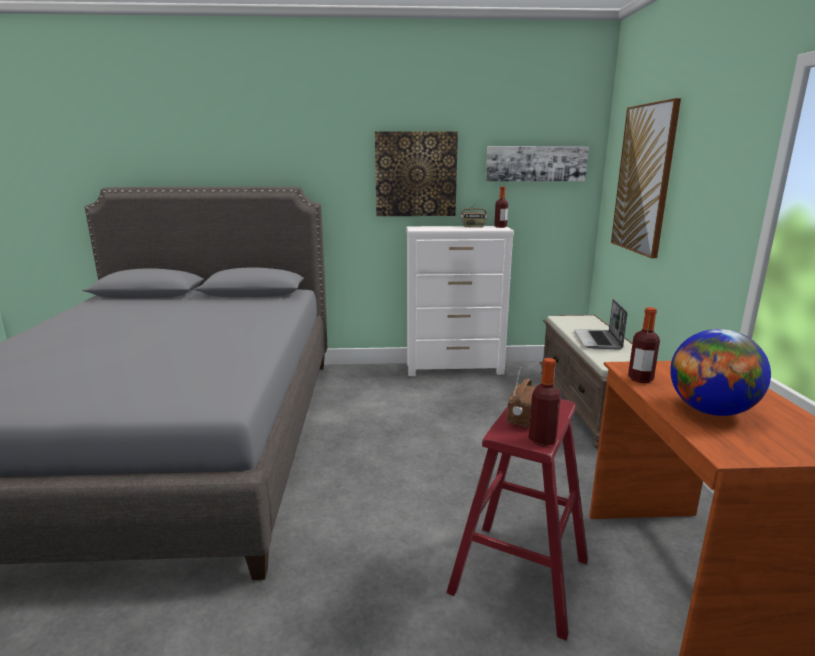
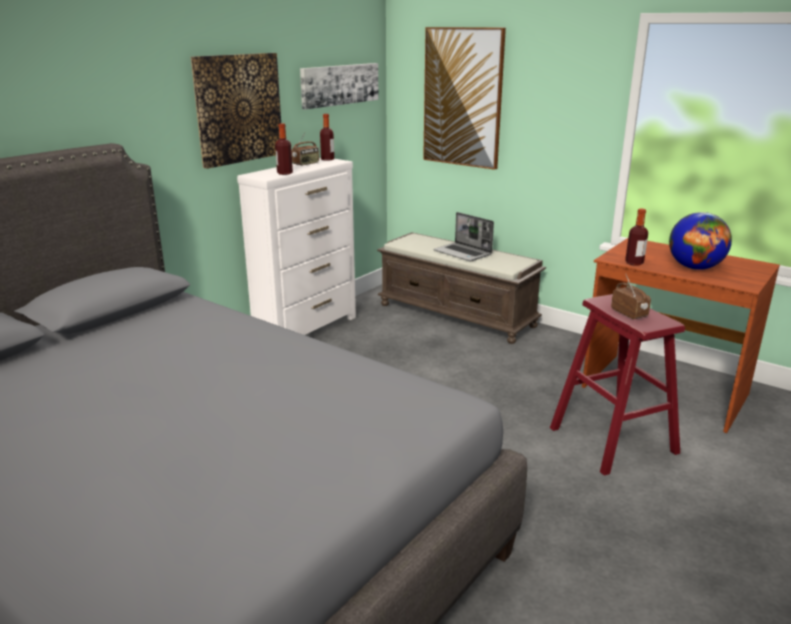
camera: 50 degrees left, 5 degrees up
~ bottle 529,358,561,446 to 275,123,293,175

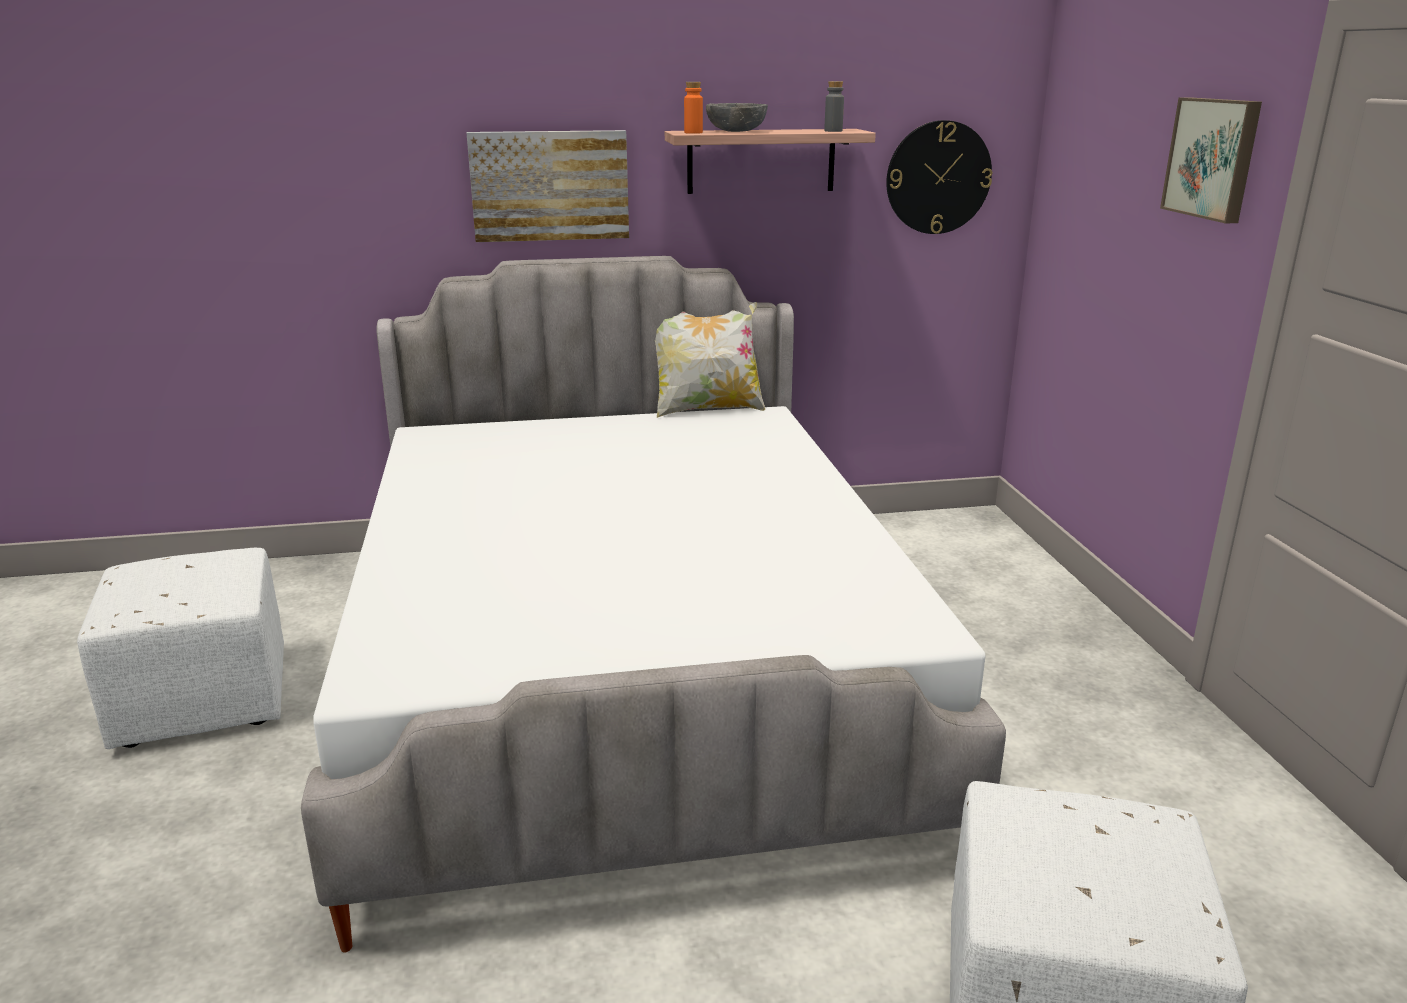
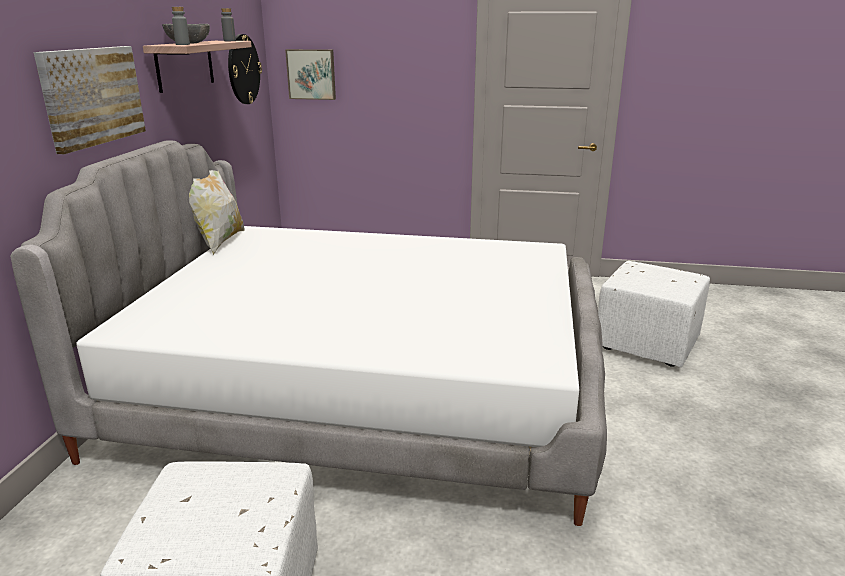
camera: 70 degrees left, 0 degrees up
~ picture 1160,97,1262,224 to 285,49,336,100
~ orange bottle 684,82,703,134 to grey bottle 172,7,190,45

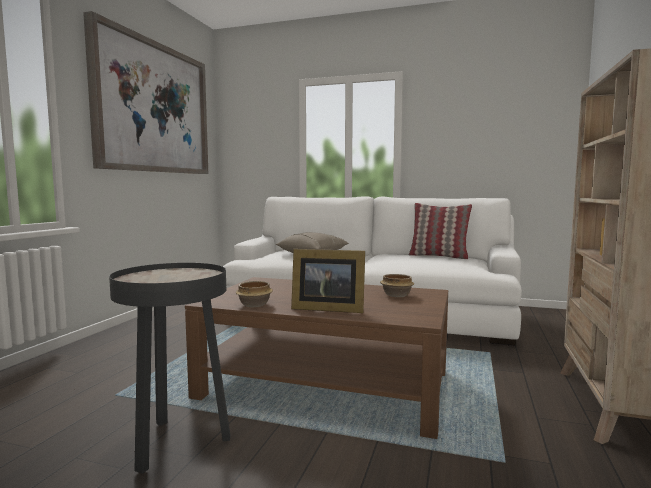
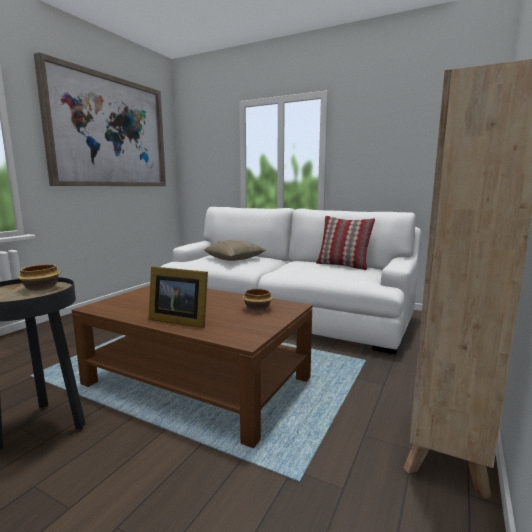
camera: 10 degrees right, 5 degrees up
~ bowl 236,281,273,307 to 17,264,61,291

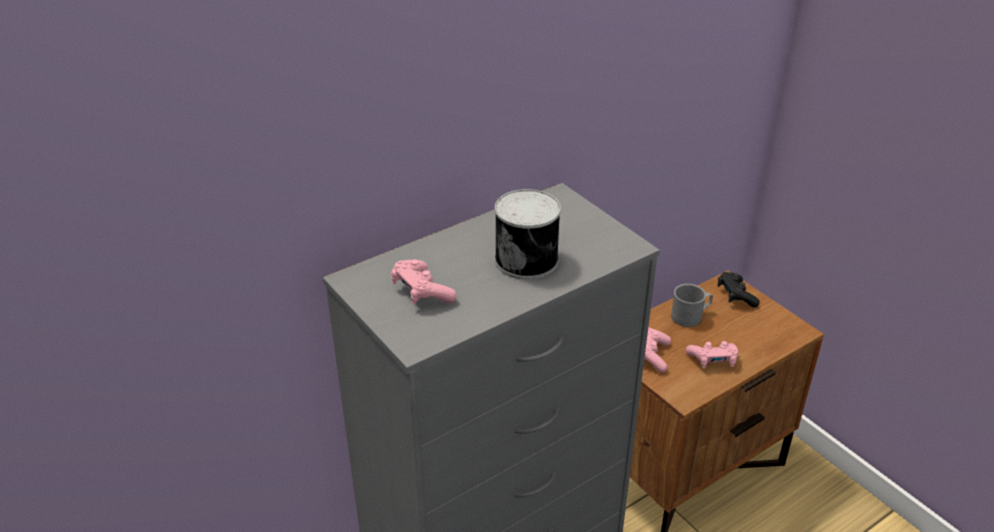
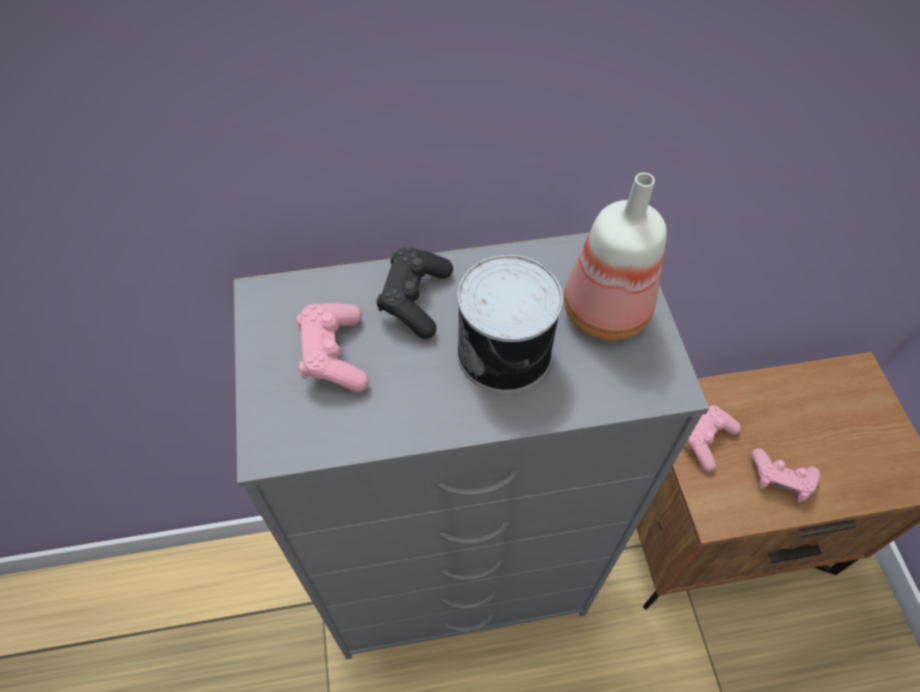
camera: 25 degrees right, 20 degrees up
- grey mug 671,284,713,327
+ bottle 564,172,667,341
~ black game controller 717,272,760,308 to 376,247,453,339

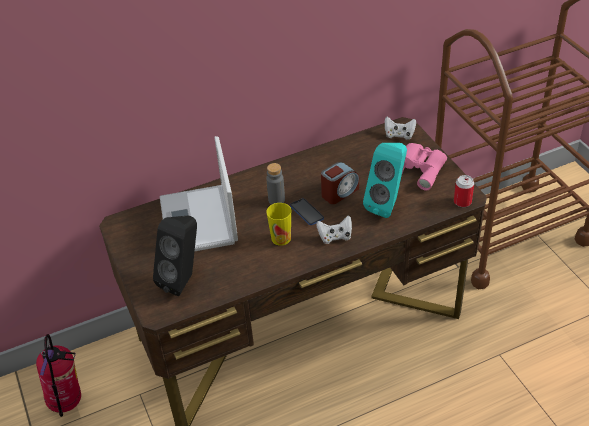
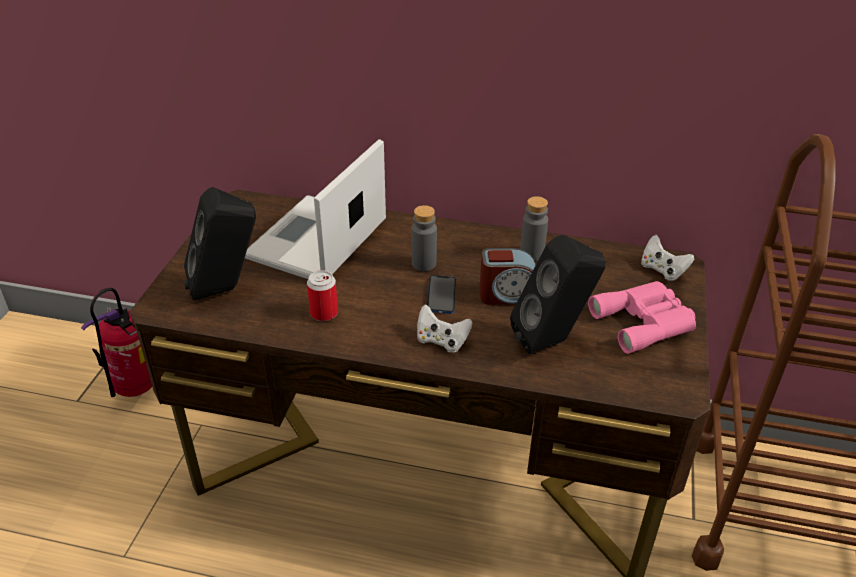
camera: 35 degrees right, 5 degrees down
- cup 266,203,292,246
+ grey bottle 520,196,548,261
~ can 454,175,474,207 to 307,270,338,321
~ turquoise speaker 363,143,407,218 to black speaker 510,235,606,354

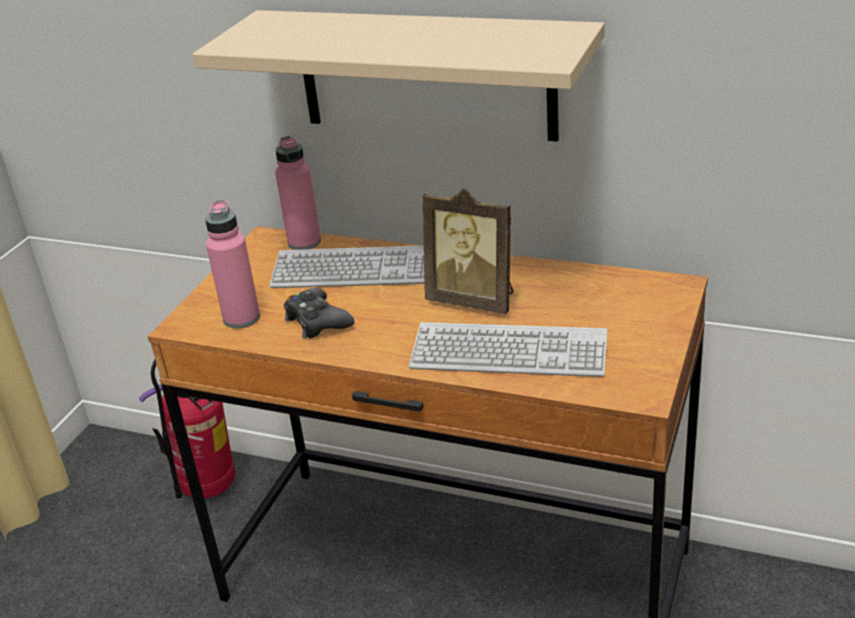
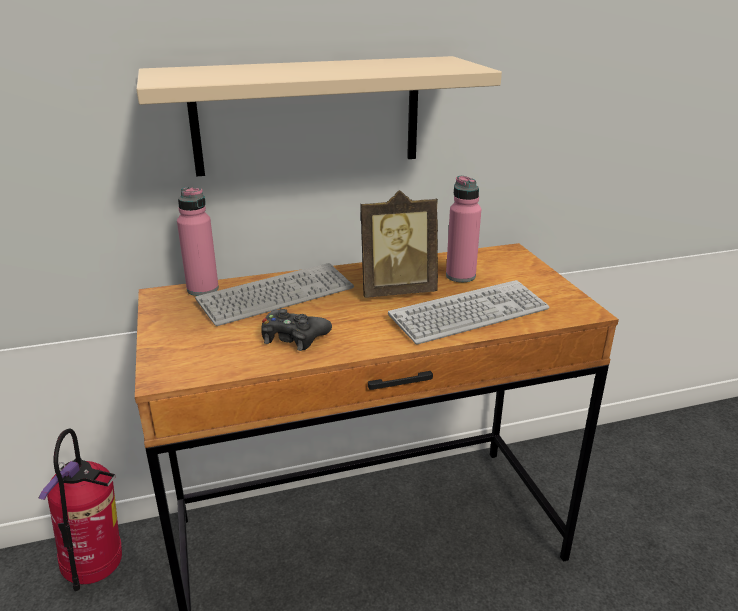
camera: 40 degrees left, 5 degrees down
~ pink bottle 205,200,260,328 to 446,176,481,282

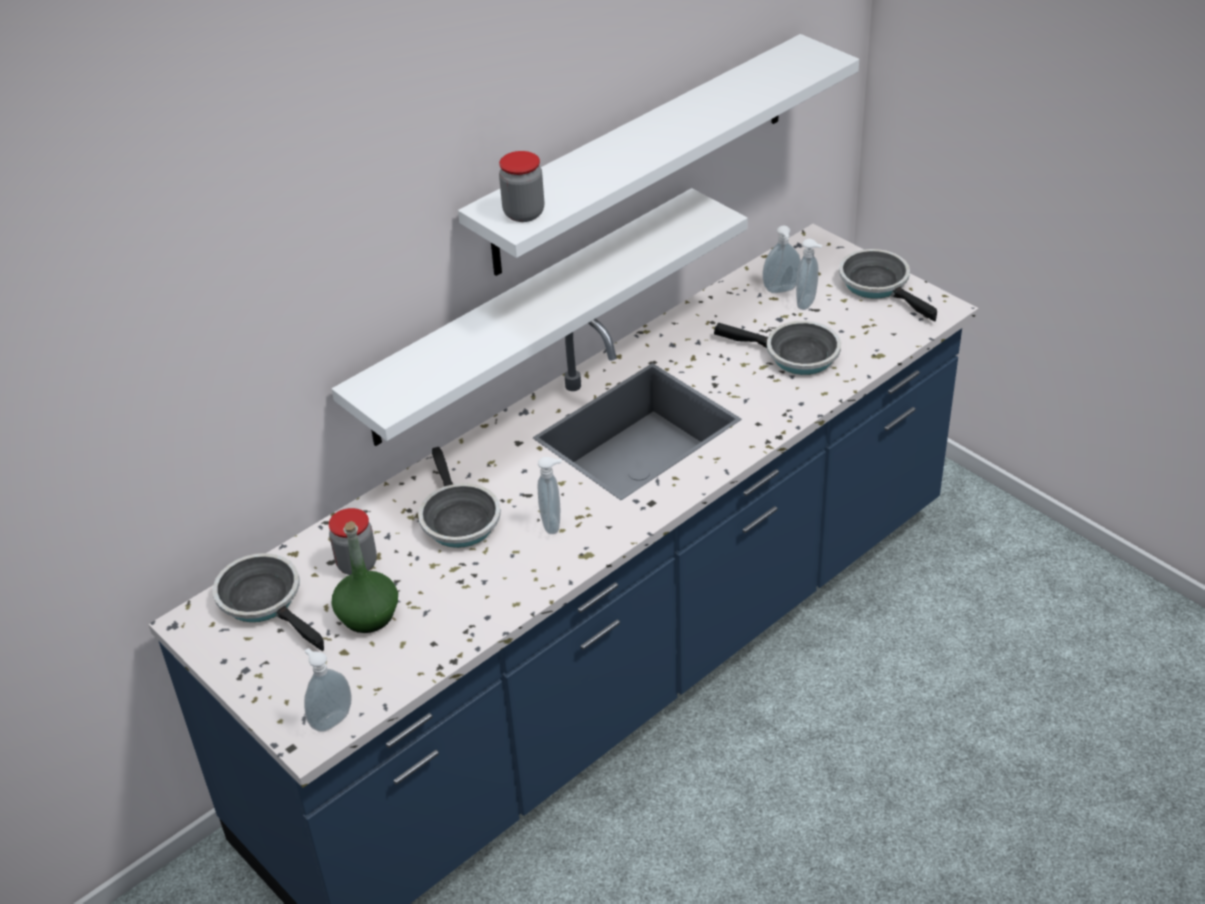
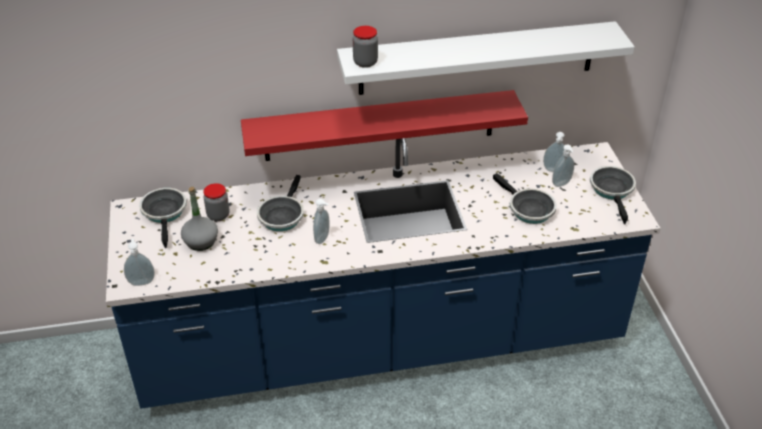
camera: 30 degrees right, 0 degrees up
~ green bottle 331,521,398,633 to grey bottle 181,187,218,251
~ white shelf 332,188,748,446 to red shelf 241,90,528,161

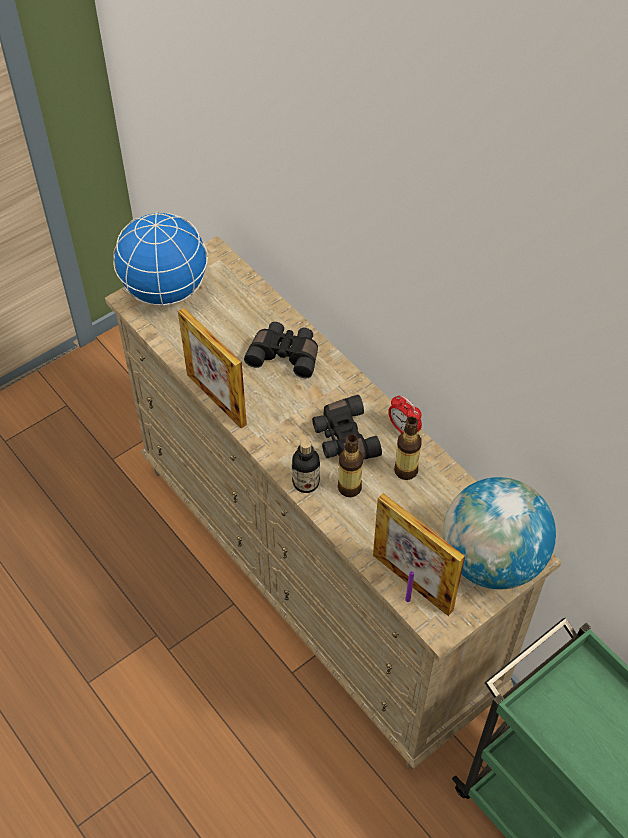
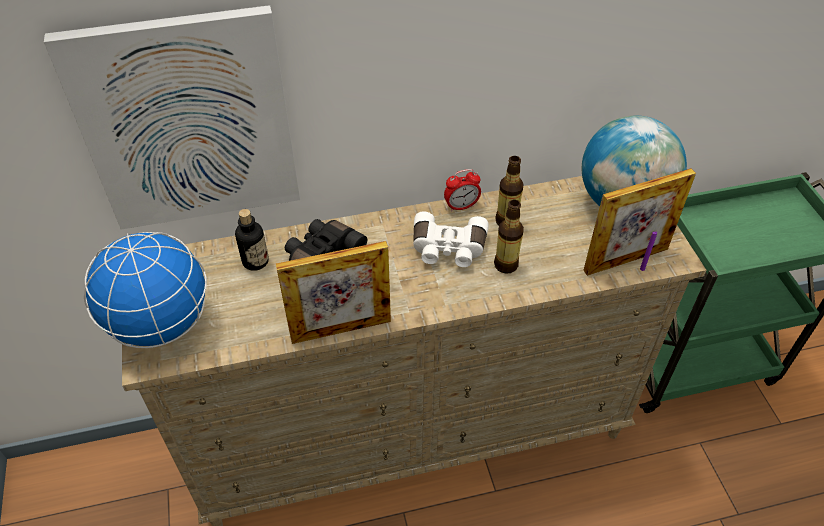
camera: 65 degrees left, 5 degrees down
+ picture 44,5,300,230
~ bottle 292,439,320,493 to 235,209,269,271
~ black binoculars 312,395,382,460 to white binoculars 413,211,489,267

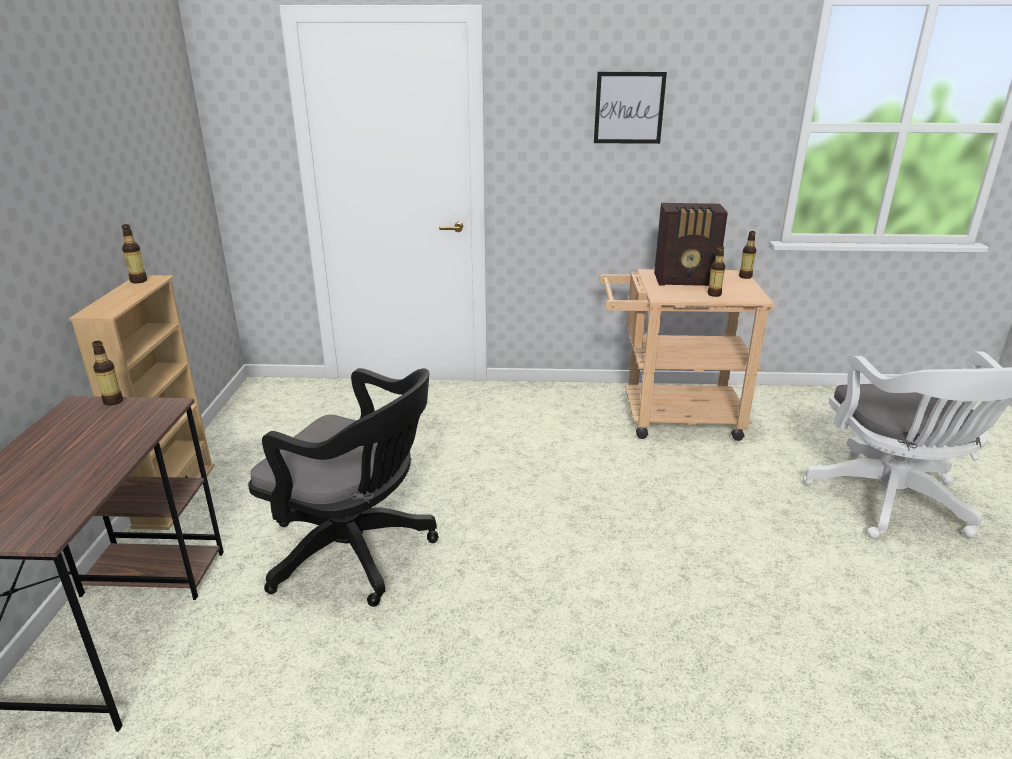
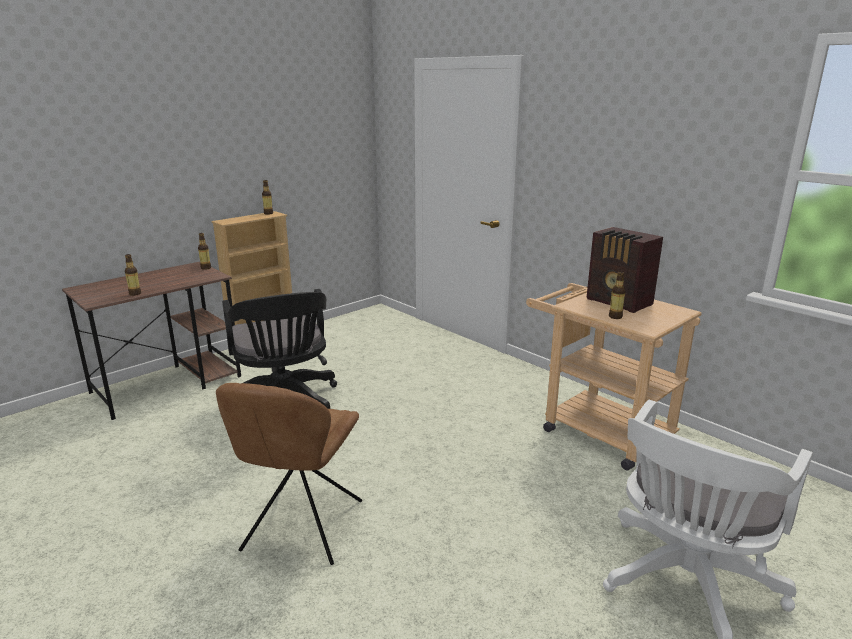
camera: 45 degrees right, 5 degrees down
- picture 594,72,667,144
+ brown chair 216,383,362,565
~ bottle 739,231,756,279 to 125,254,141,296

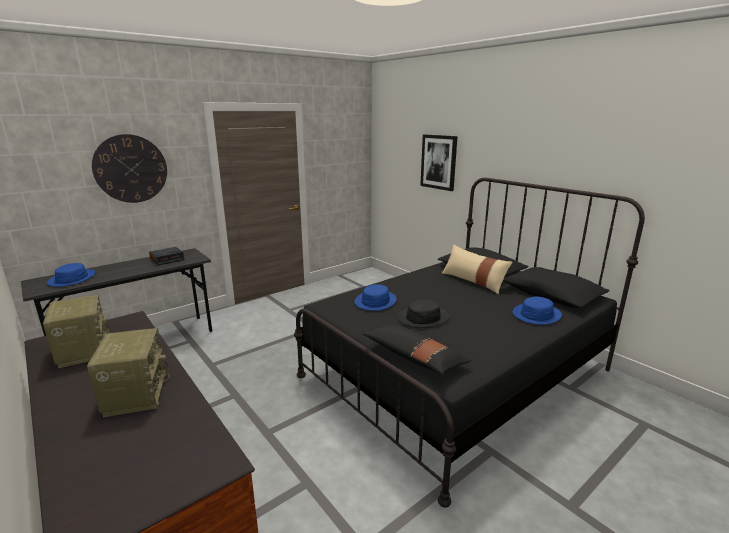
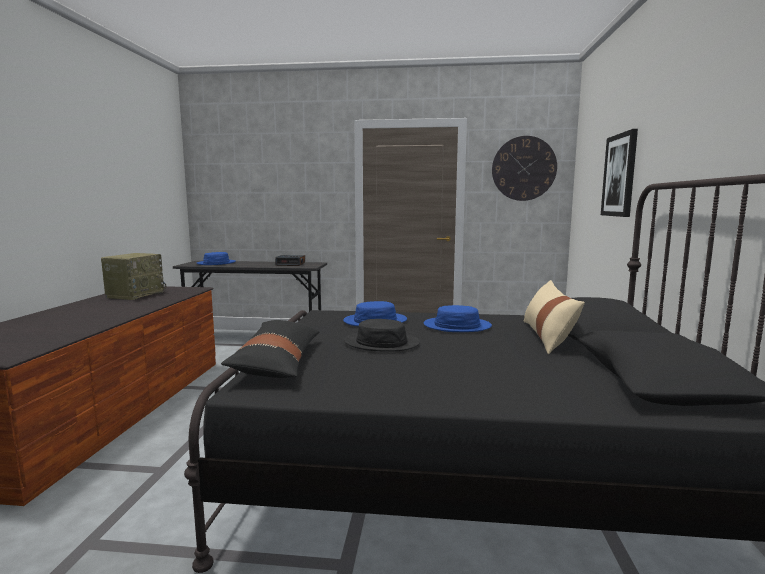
camera: 45 degrees right, 10 degrees down
- radio 87,328,170,417
~ wall clock 92,134,167,203 to 492,136,557,201
~ blue hat 513,297,562,325 to 424,305,492,332

